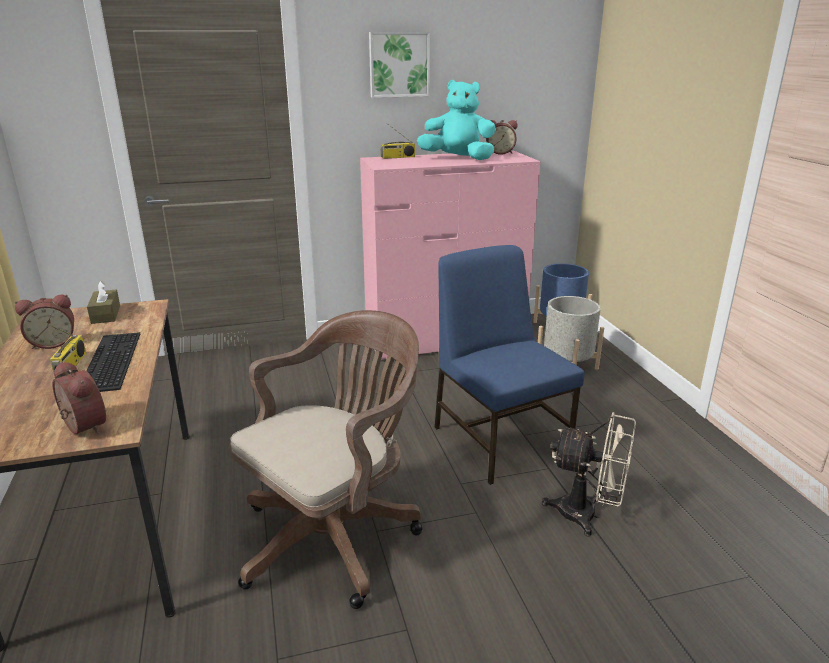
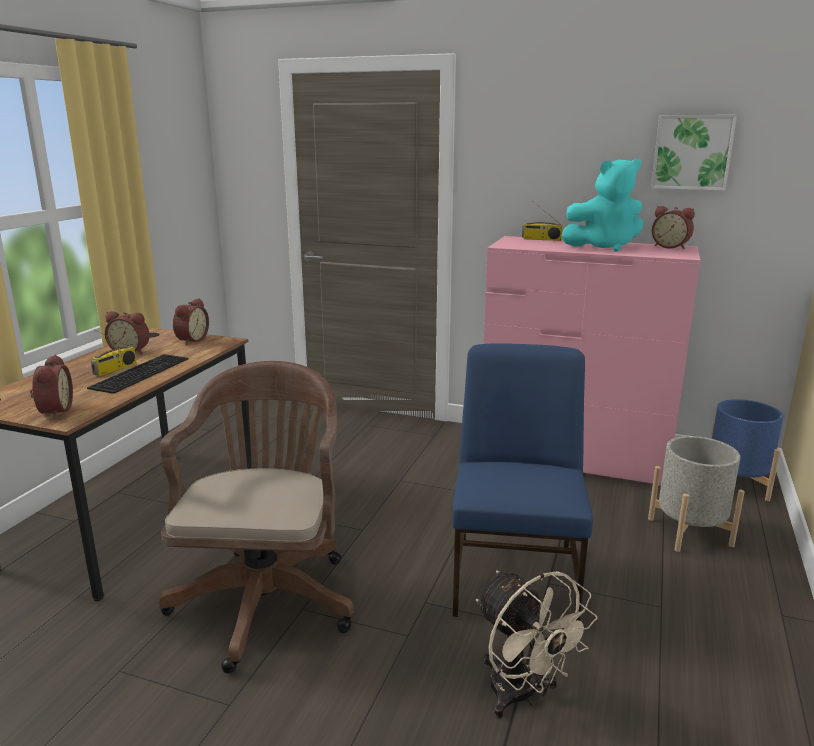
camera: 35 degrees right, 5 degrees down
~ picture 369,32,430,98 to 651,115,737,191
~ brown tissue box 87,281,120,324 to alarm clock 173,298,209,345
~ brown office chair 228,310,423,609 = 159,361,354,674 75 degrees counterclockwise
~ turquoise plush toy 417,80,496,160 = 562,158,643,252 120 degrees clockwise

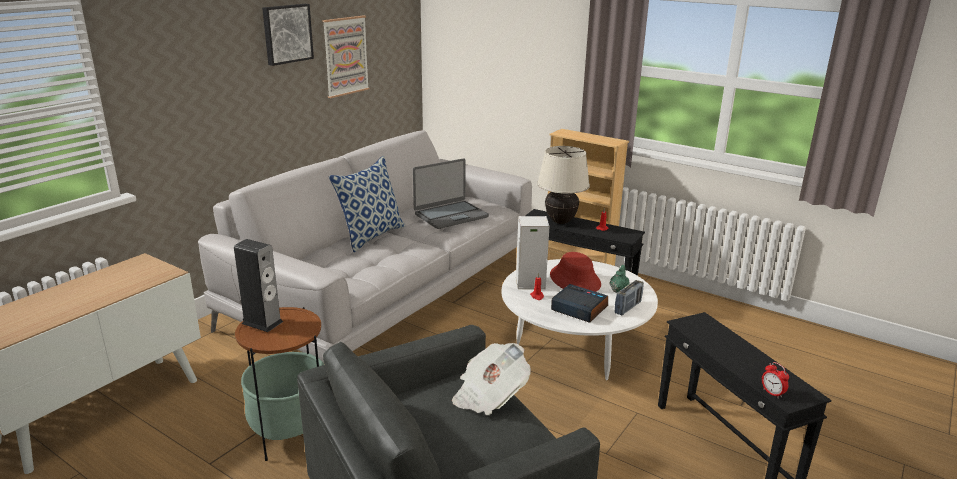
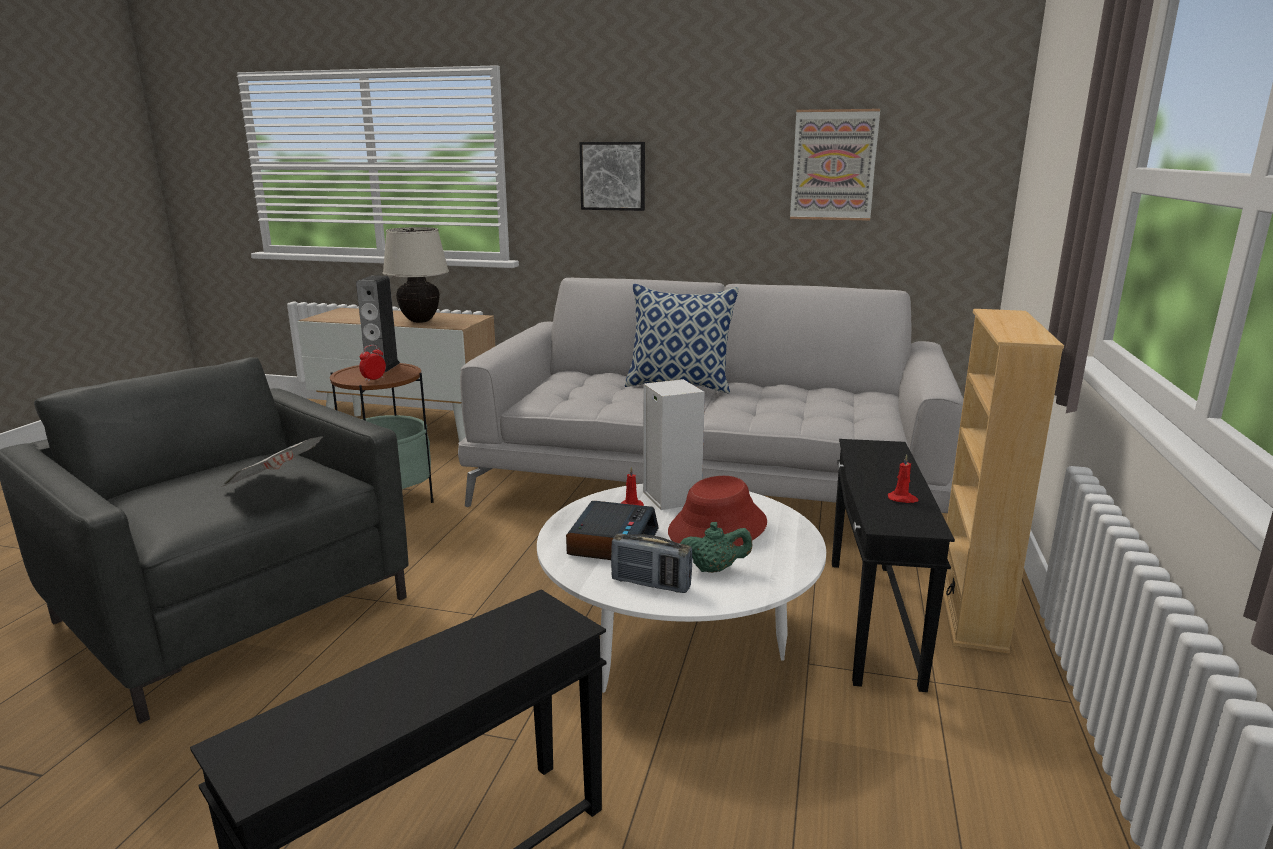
camera: 70 degrees right, 5 degrees down
- laptop 413,158,489,229
~ picture 262,4,314,66 to 580,142,645,211
~ beige table lamp 537,146,590,224 to 382,227,449,323
~ alarm clock 762,362,789,399 to 359,345,386,382

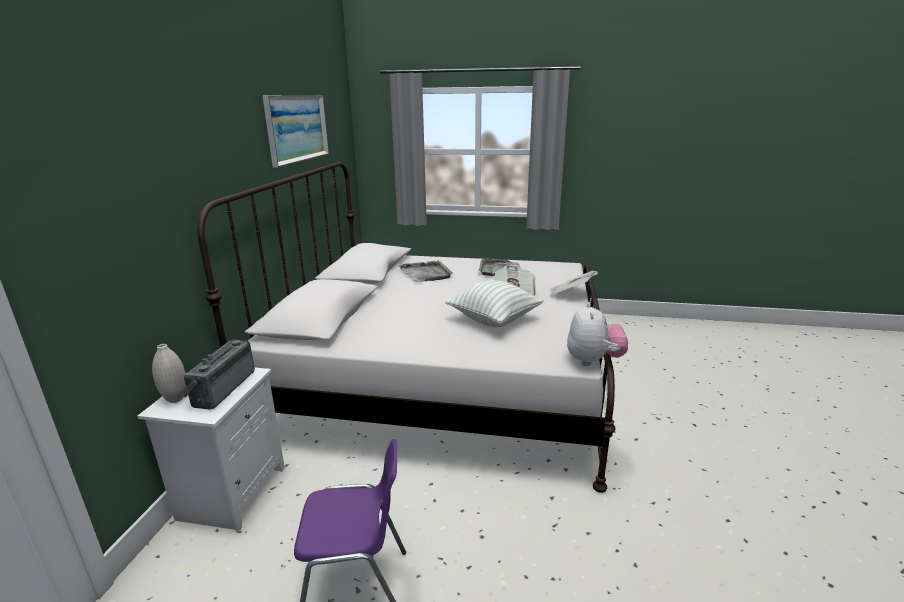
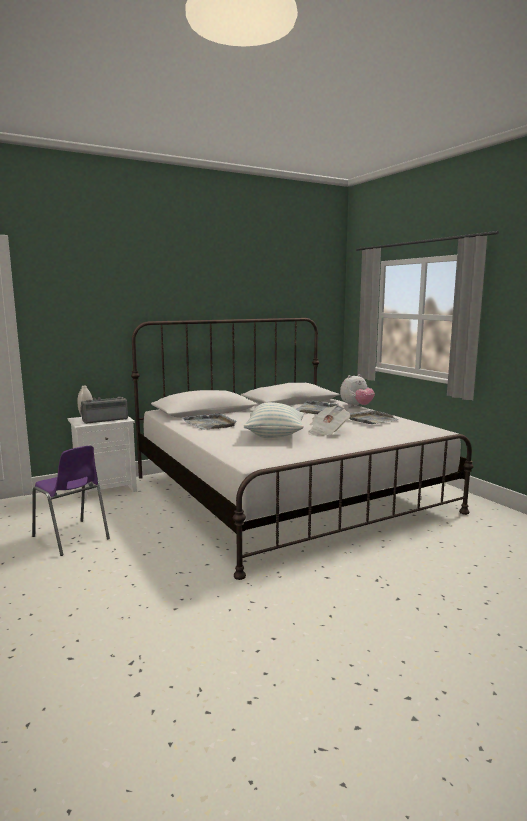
camera: 50 degrees right, 10 degrees down
- picture 262,95,329,168
- newspaper 550,271,597,295
+ grey tray 182,413,237,430
~ plush toy 567,302,628,366 to 340,374,375,407

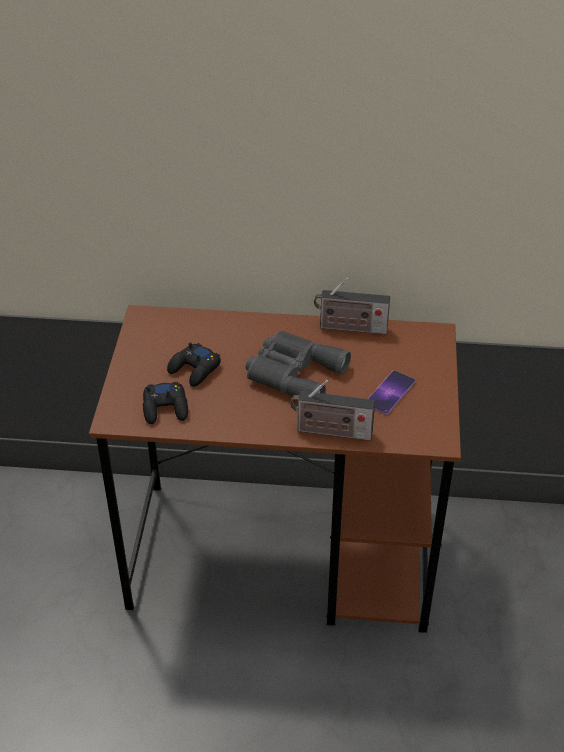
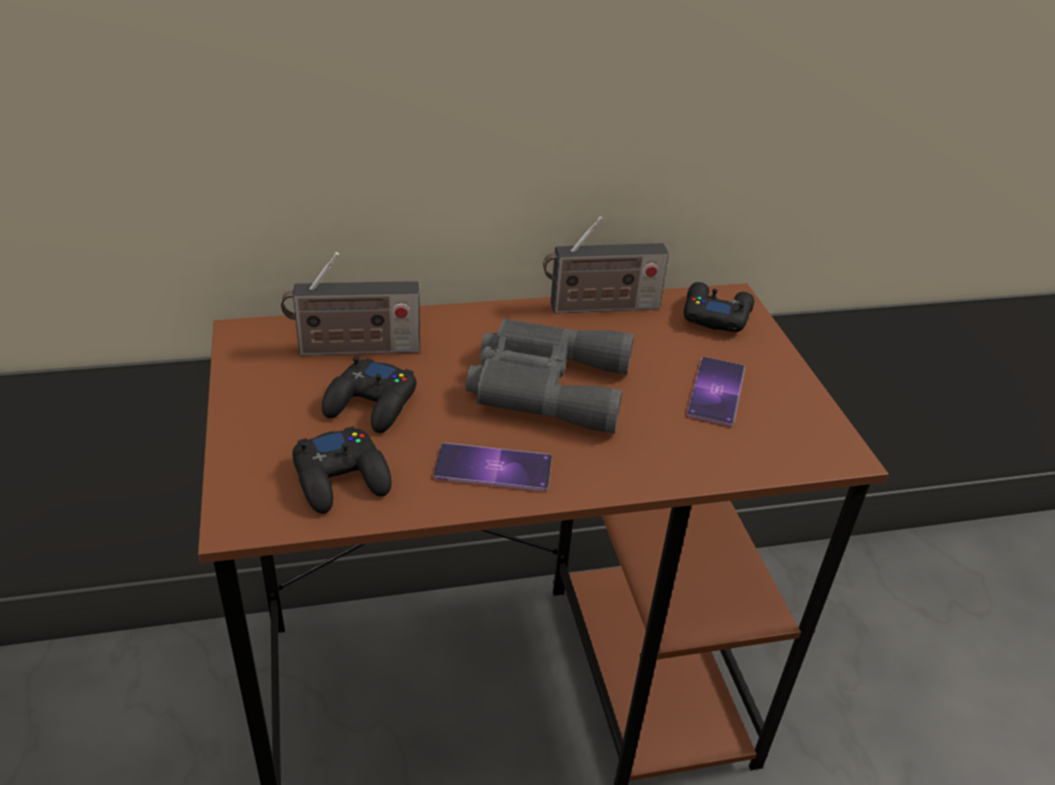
camera: 20 degrees left, 5 degrees down
+ phone 434,443,552,491
+ black game controller 684,282,754,332
~ radio 290,380,375,441 to 281,252,420,356

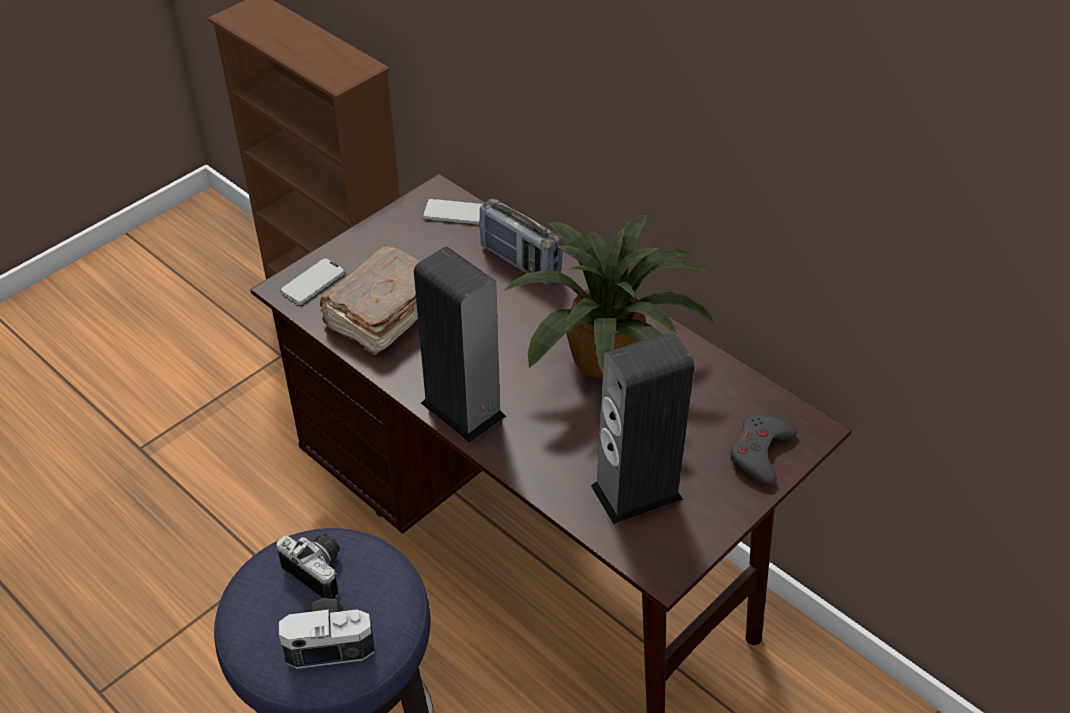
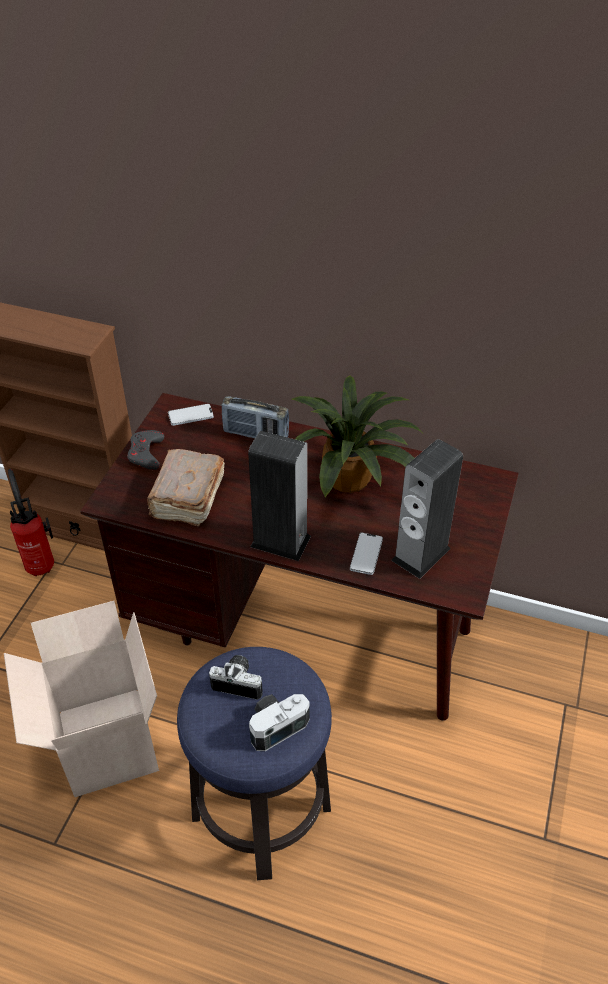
camera: 25 degrees left, 0 degrees up
+ cardboard box 4,601,159,797
+ fire extinguisher 8,469,54,576
~ phone 280,258,345,305 to 350,533,383,575
~ grey game controller 730,415,797,486 to 127,430,165,470

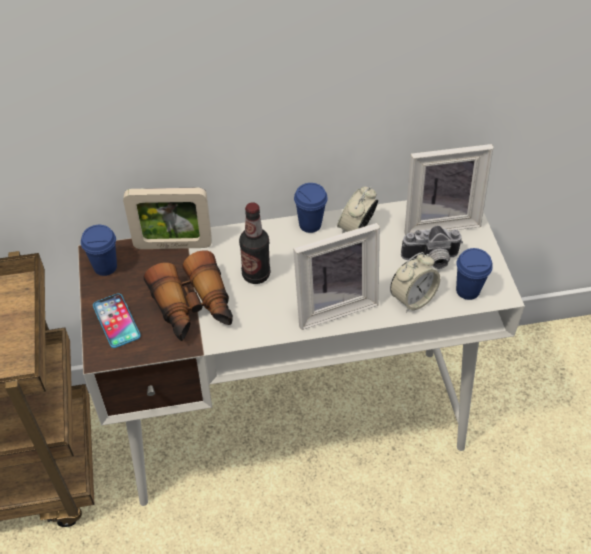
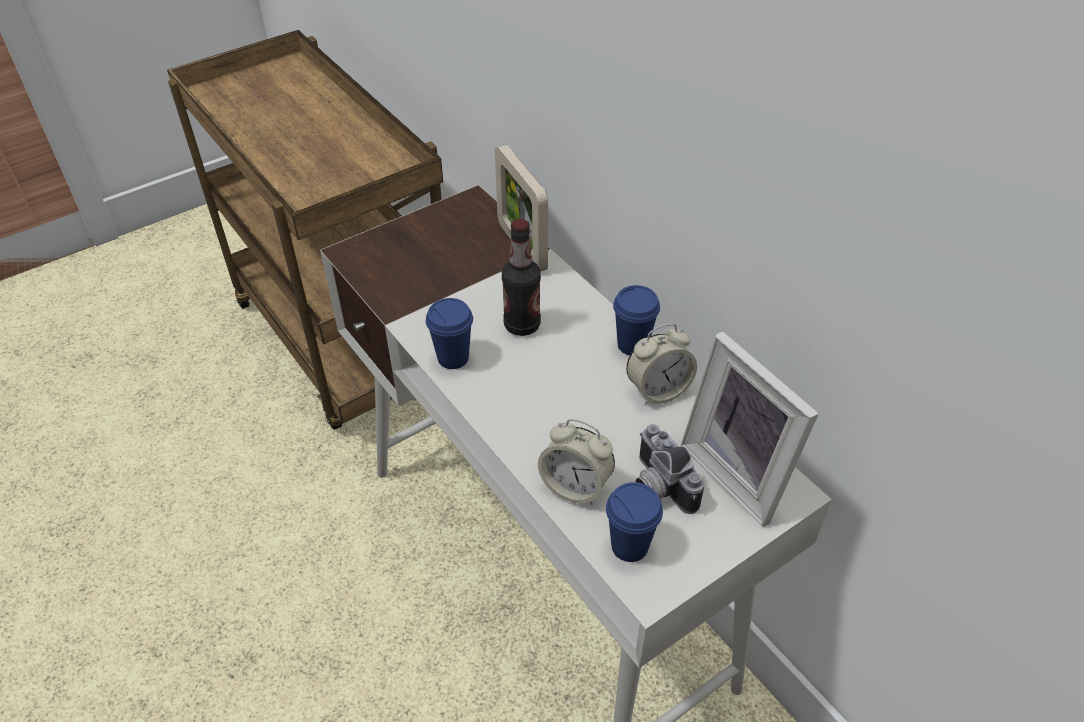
camera: 65 degrees right, 5 degrees down
- phone 93,293,141,348
- binoculars 144,250,233,341
- picture frame 293,223,380,330
~ blue cup 81,225,117,276 to 426,298,473,369
~ alarm clock 337,186,378,233 = 626,324,697,405 150 degrees clockwise

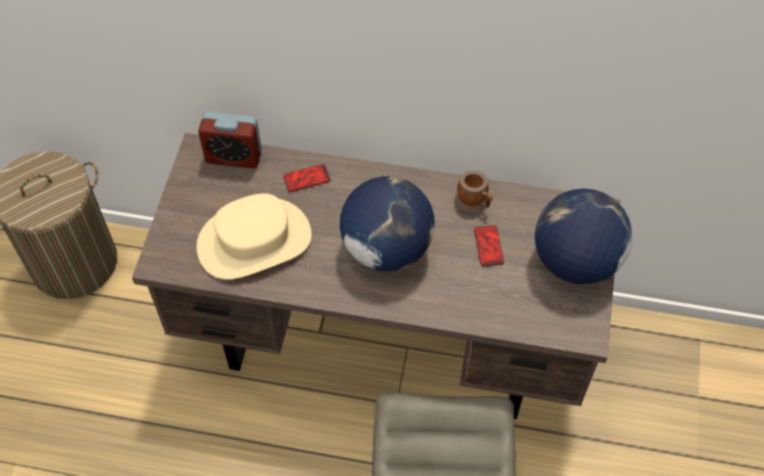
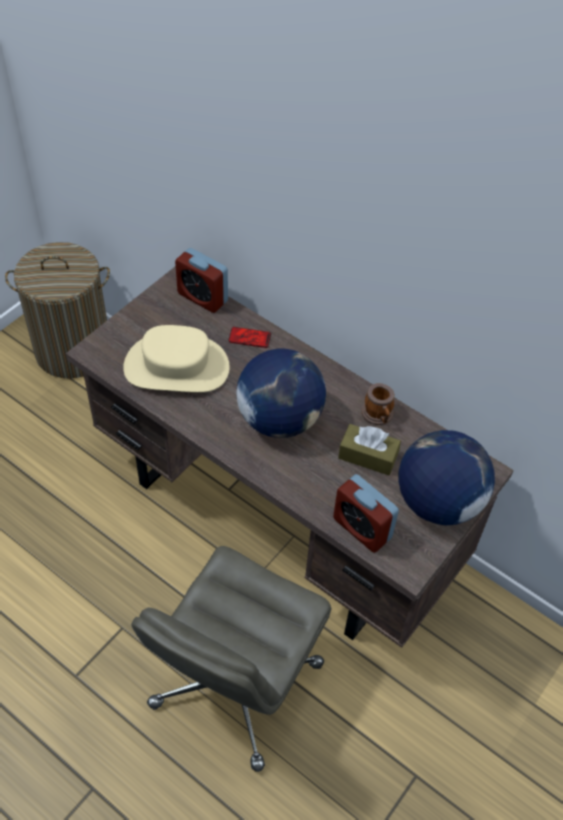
camera: 25 degrees right, 5 degrees down
+ alarm clock 333,474,399,553
~ phone 474,225,504,266 to brown tissue box 338,424,401,475

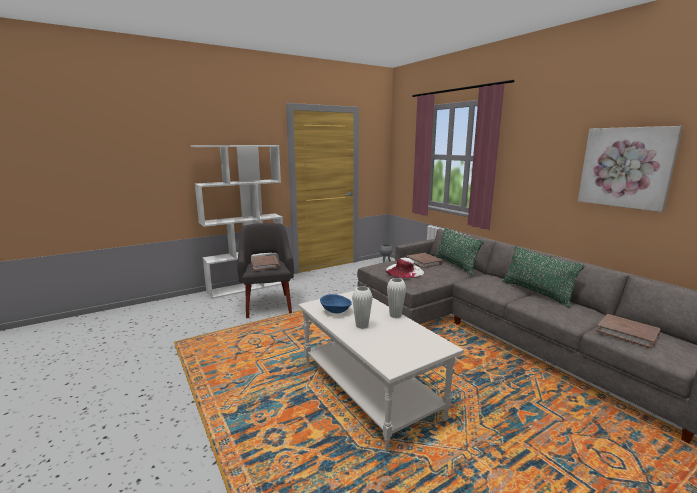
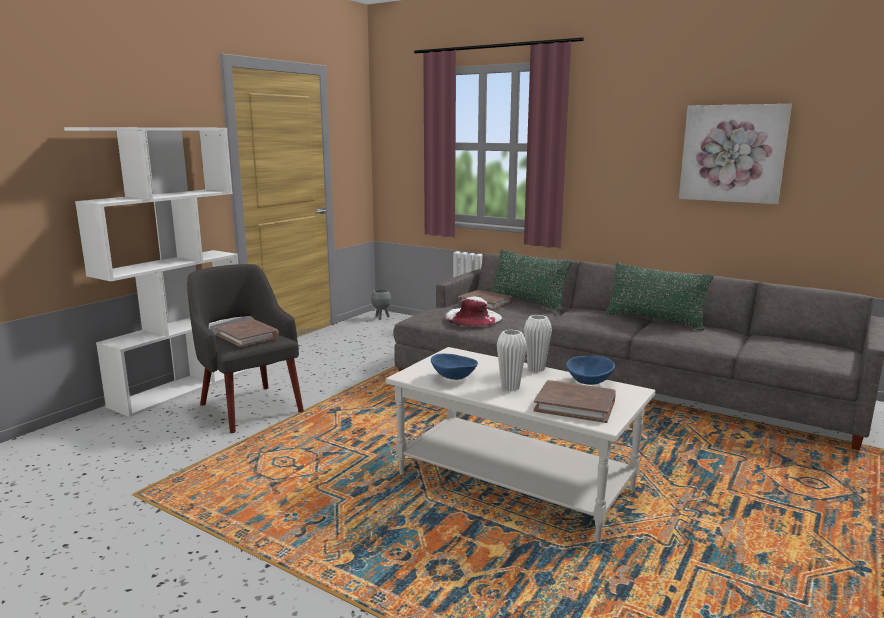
camera: 25 degrees left, 0 degrees up
+ blue bowl 566,356,615,385
~ brown book 596,314,660,348 to 534,380,616,423

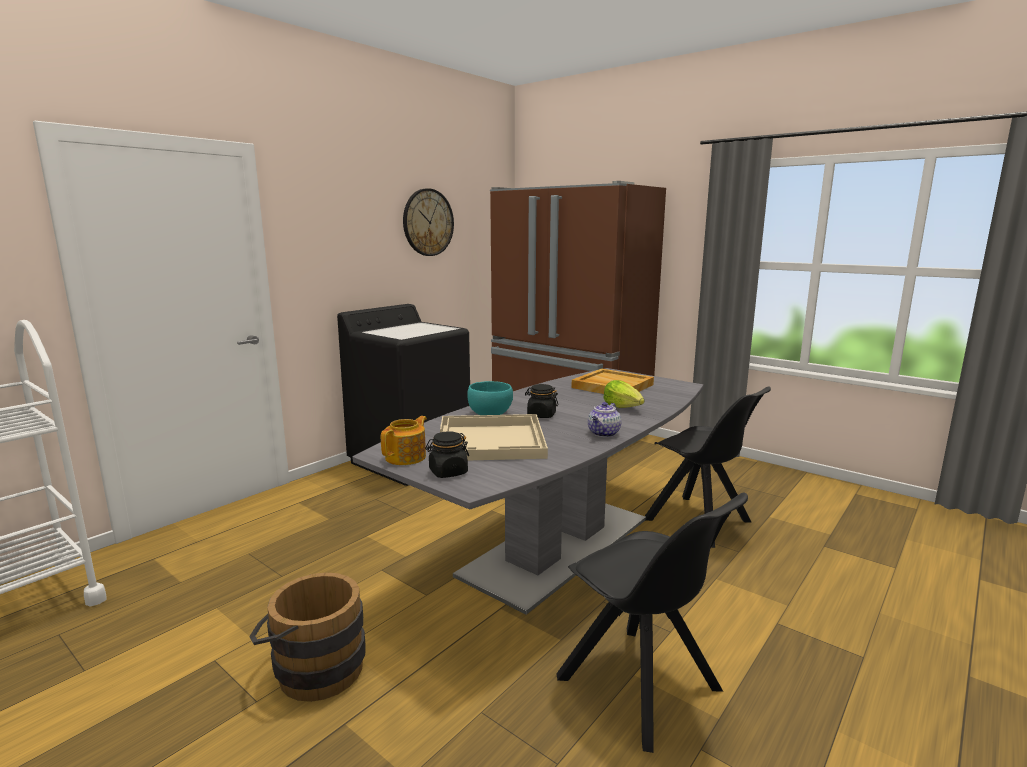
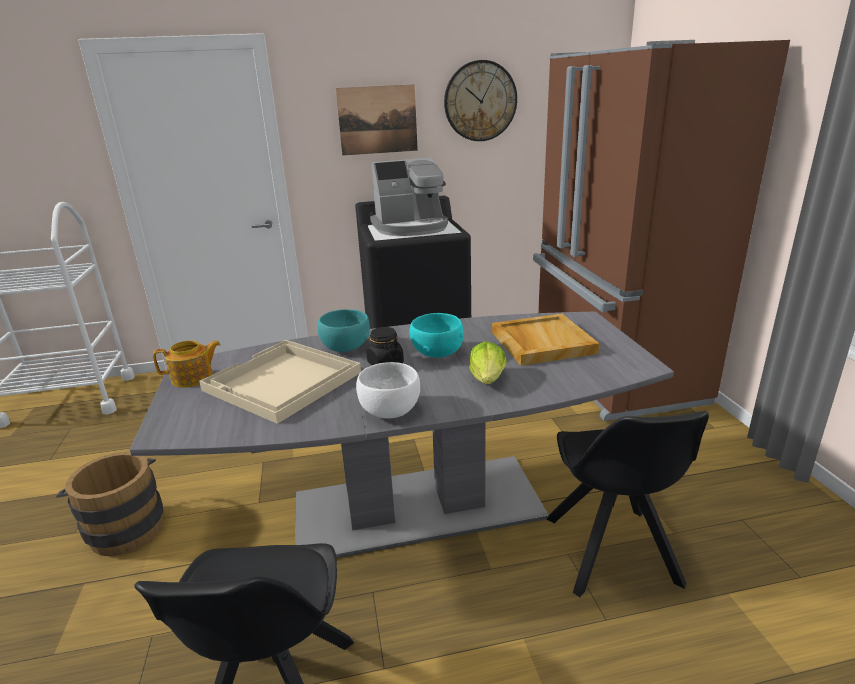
camera: 40 degrees right, 10 degrees up
- black jar 425,431,469,478
+ picture 336,84,418,156
+ coffee machine 370,158,448,236
+ turquoise bowl 410,313,464,358
~ teapot 588,402,622,437 to white bowl 356,362,420,419

